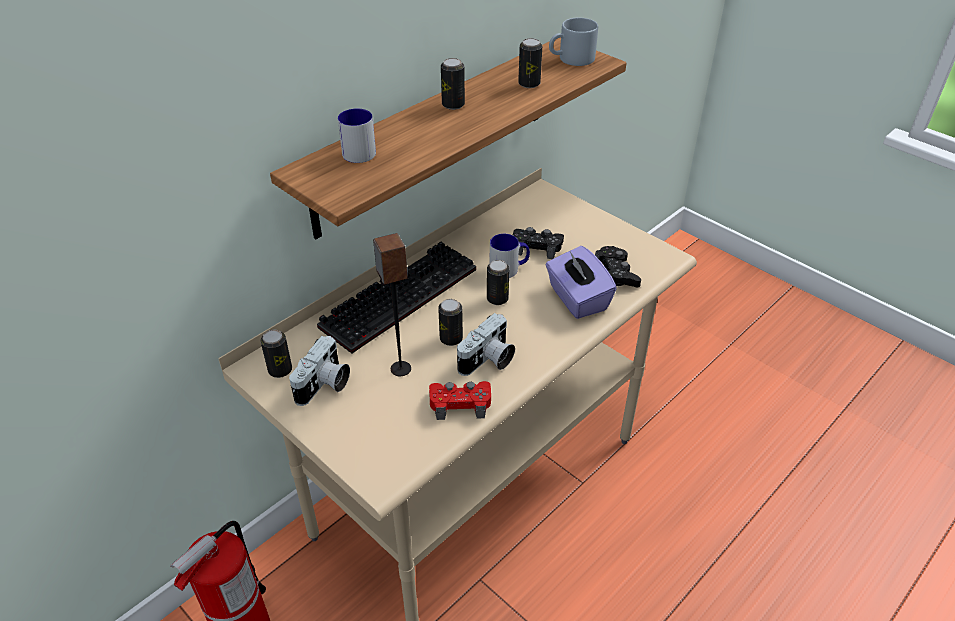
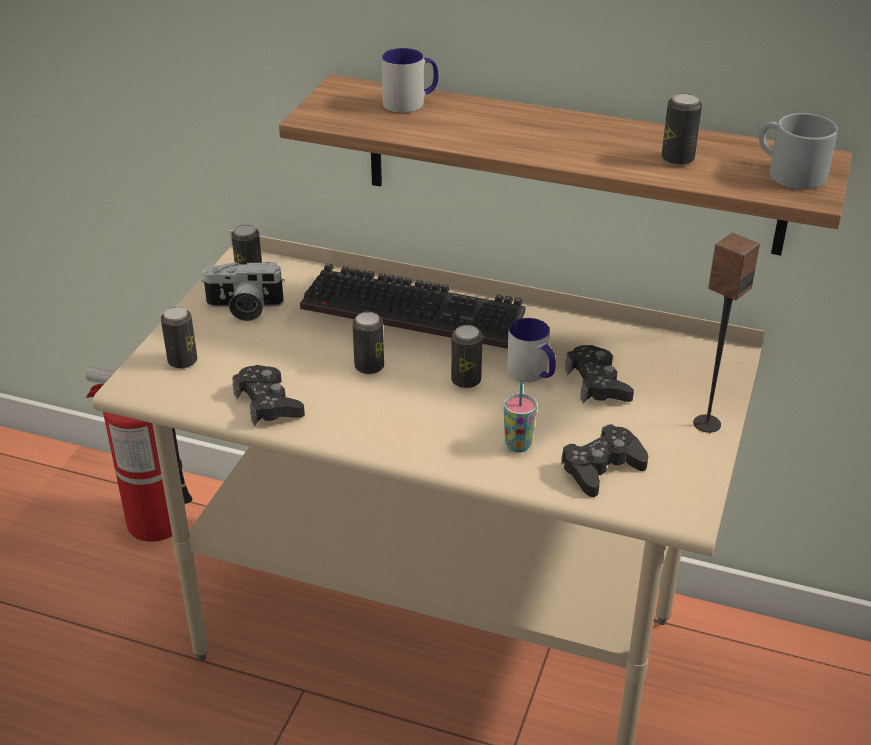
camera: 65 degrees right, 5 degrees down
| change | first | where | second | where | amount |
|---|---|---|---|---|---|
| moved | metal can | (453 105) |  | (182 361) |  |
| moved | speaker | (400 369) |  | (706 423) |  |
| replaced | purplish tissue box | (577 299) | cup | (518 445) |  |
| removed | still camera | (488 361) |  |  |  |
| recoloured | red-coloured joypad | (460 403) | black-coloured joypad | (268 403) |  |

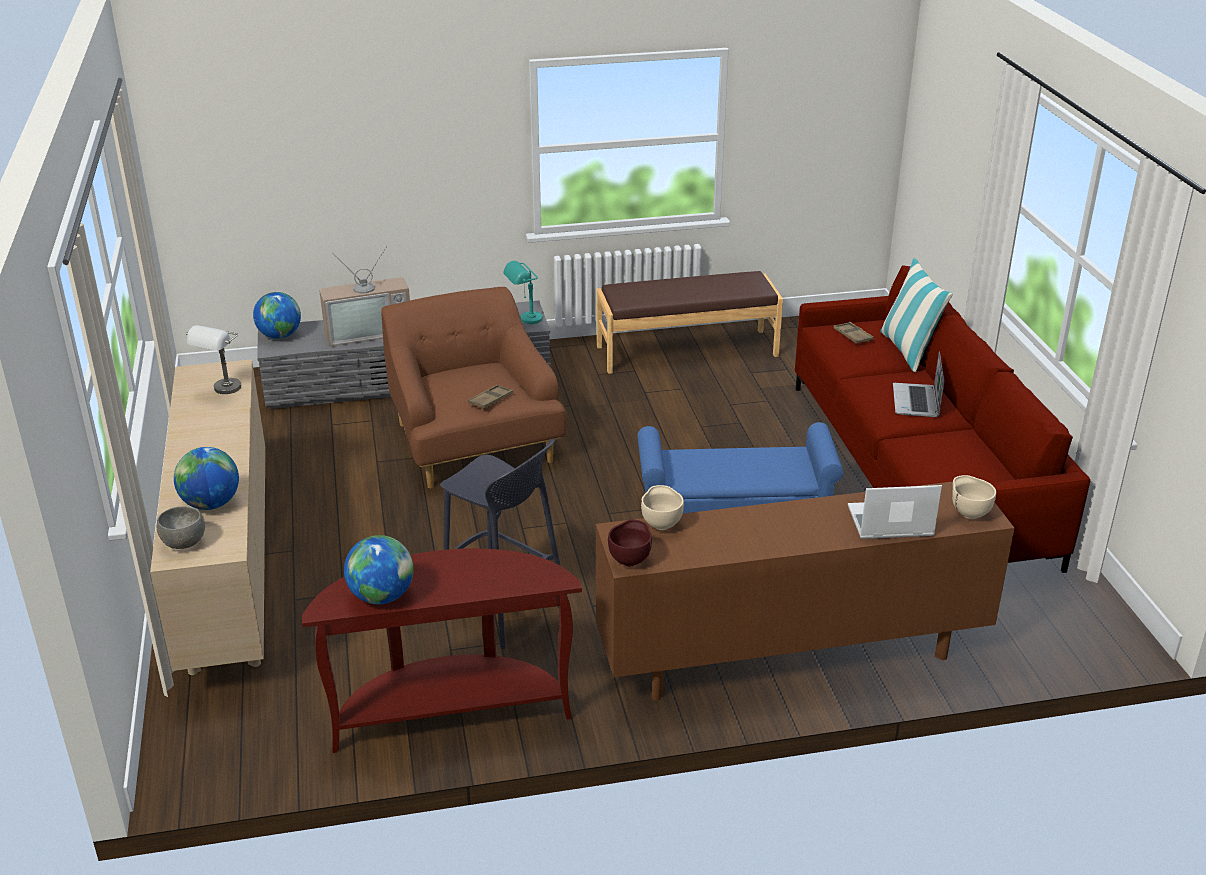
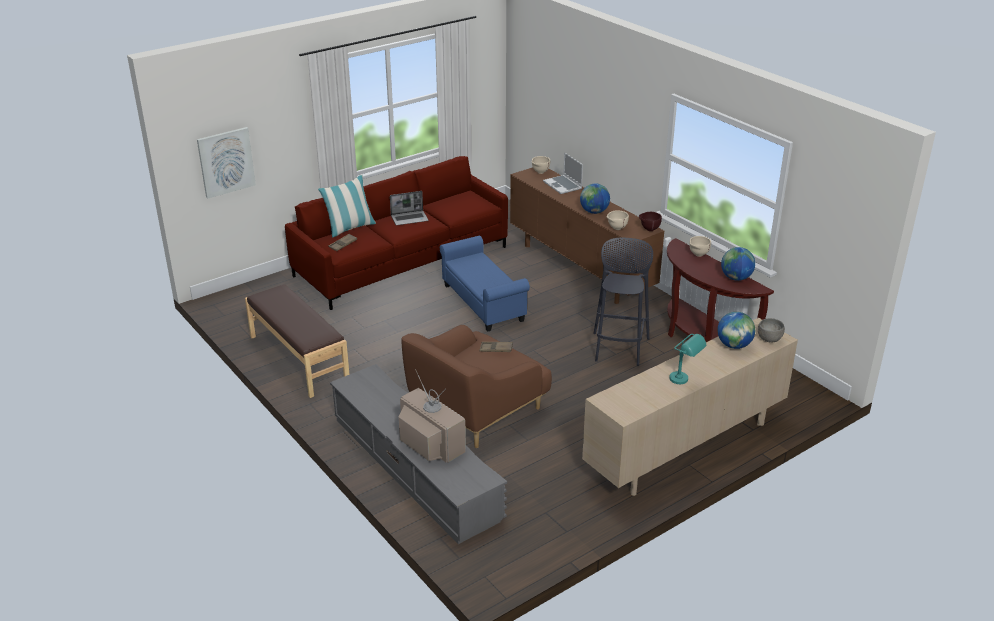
camera: 115 degrees left, 0 degrees up
| change | first | where | second | where | amount |
|---|---|---|---|---|---|
| moved | turquoise-coloured tabletop lamp | (524 321) |  | (684 381) |  |
| moved | desk globe | (280 336) |  | (594 212) |  |
| removed | grey tabletop lamp | (223 392) |  |  |  |
| added |  |  | wall picture | (226 162) |  |
| added |  |  | beige deep dish | (698 255) |  |

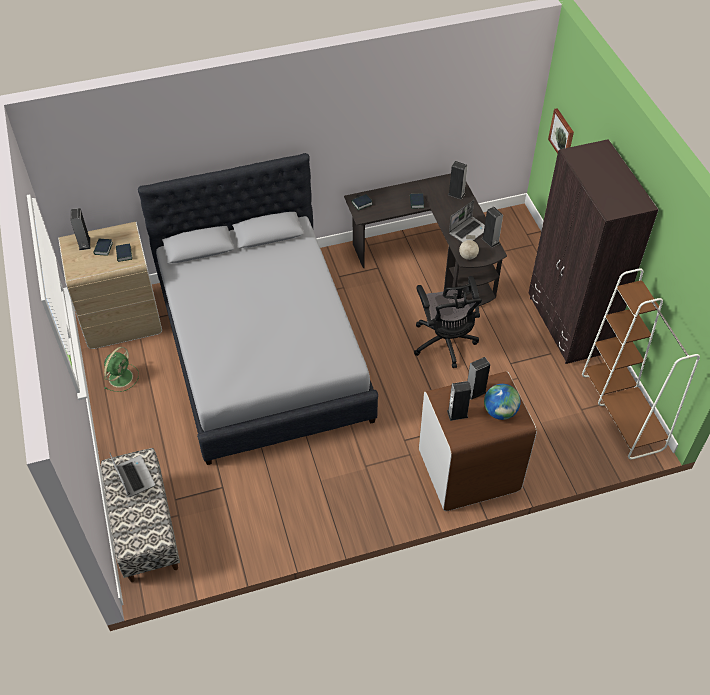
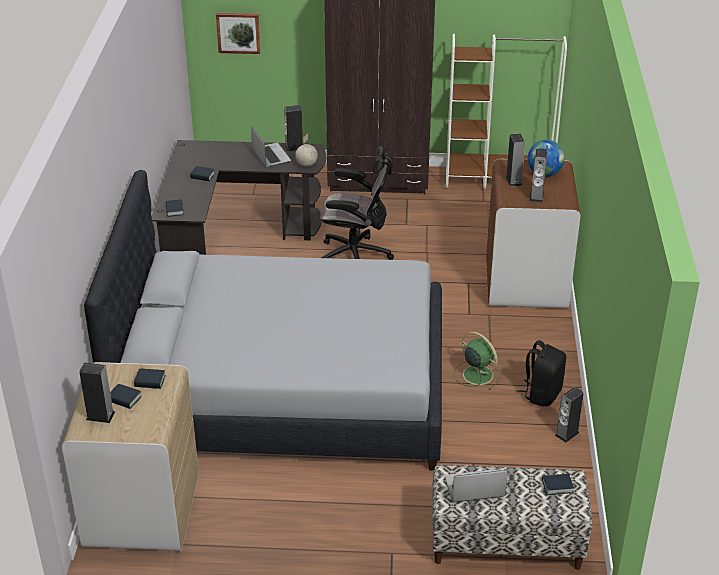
camera: 70 degrees left, 15 degrees down
| change | first | where | second | where | amount |
|---|---|---|---|---|---|
| moved | speaker | (456 194) |  | (567 434) |  |
| moved | green-coloured fan | (121 377) |  | (476 374) |  |
| added |  |  | black-coloured knapsack | (542 394) |  |
| added |  |  | volume | (557 486) |  |

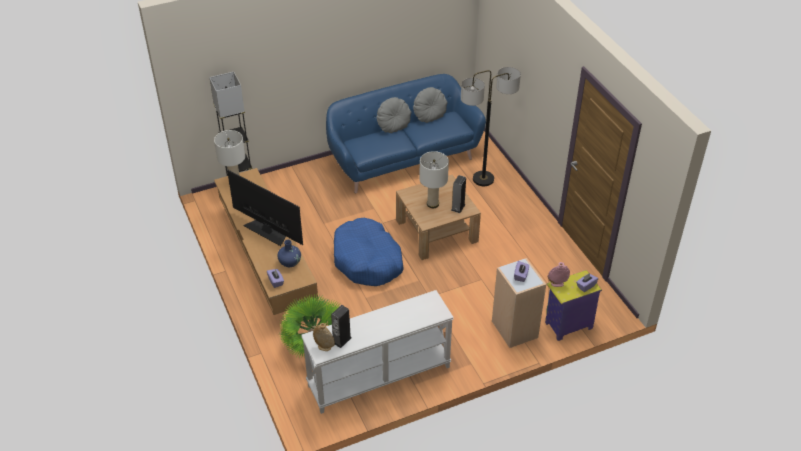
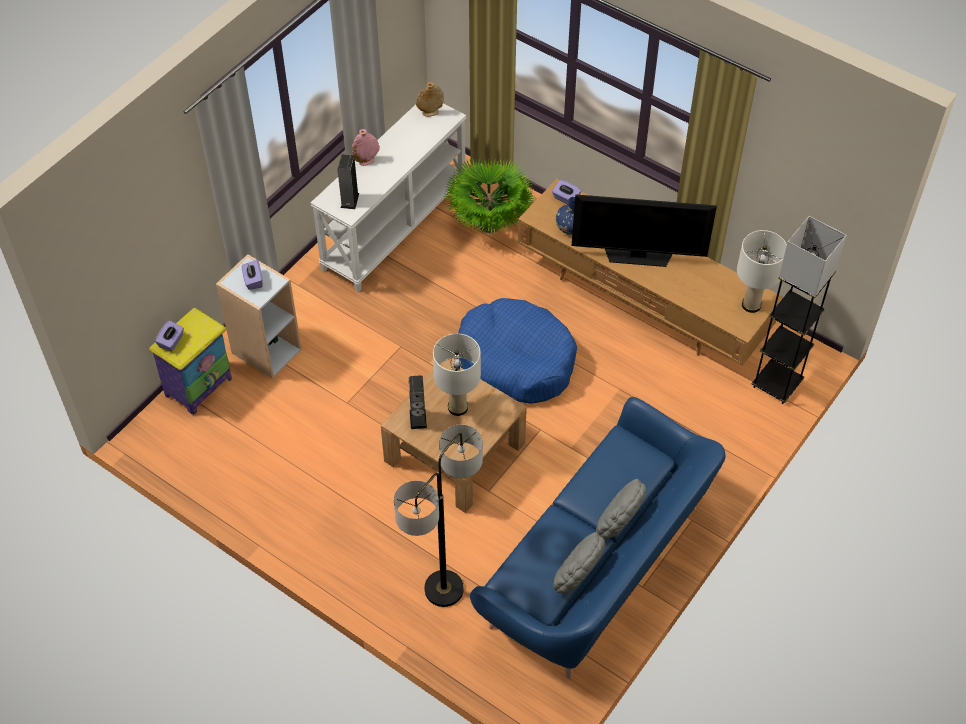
camera: 150 degrees right, 10 degrees up
| change | first | where | second | where | amount |
|---|---|---|---|---|---|
| moved | pinkish vase | (557 284) |  | (366 161) |  |
| moved | speaker | (341 340) |  | (349 200) |  |

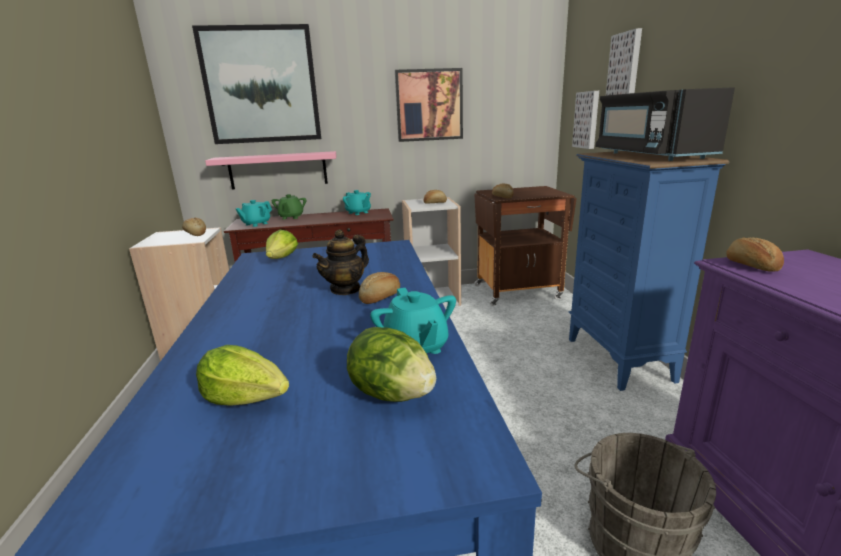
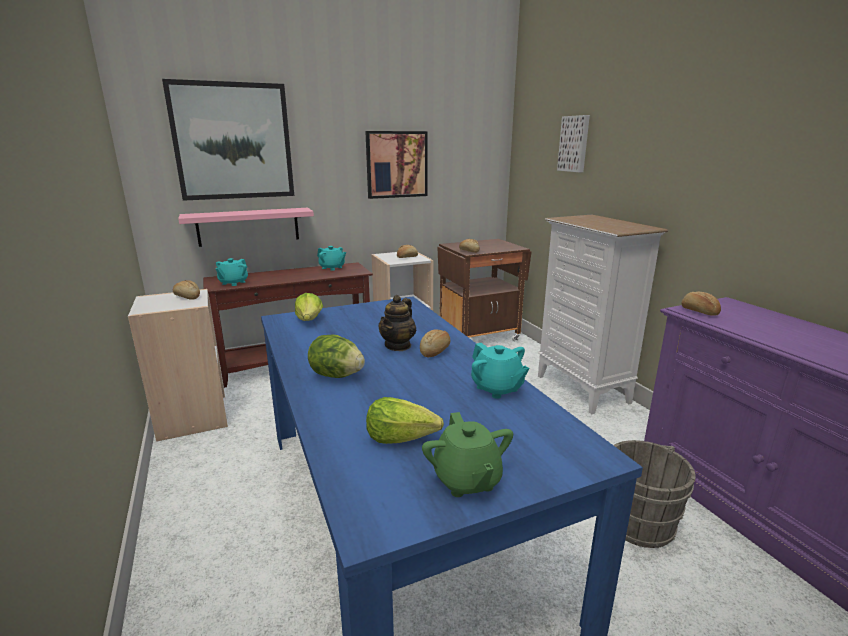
camera: 15 degrees left, 0 degrees up
| change | first | where | second | where | amount |
|---|---|---|---|---|---|
| removed | black-coloured microwave | (650 155) |  |  |  |
| removed | wall picture | (587 120) |  |  |  |
| recoloured | blue-coloured drawer chest | (618 360) | white-coloured drawer chest | (582 390) |  |
| moved | green-coloured pot for tea | (291 217) |  | (466 480) |  |
| moved | head of lettuce | (392 394) |  | (336 375) |  |

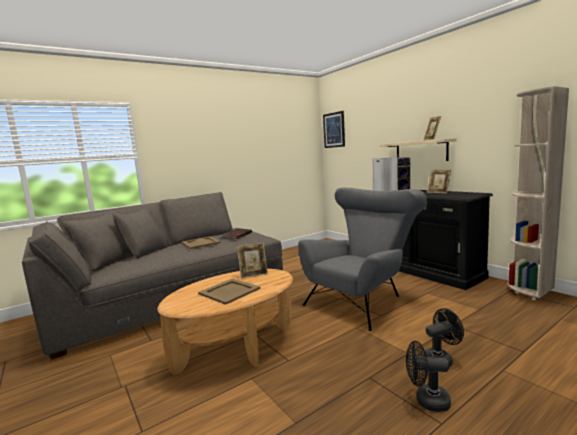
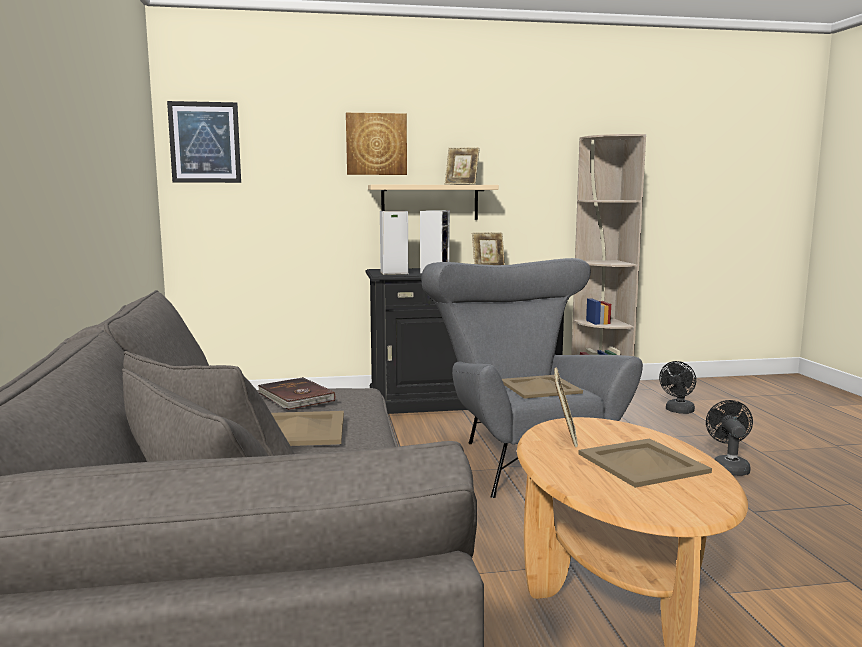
camera: 65 degrees left, 0 degrees up
| change | first | where | second | where | amount |
|---|---|---|---|---|---|
| moved | black-coloured fan | (426 400) |  | (678 411) |  |
| added |  |  | wall picture | (376 144) |  |
| added |  |  | beige serving tray | (539 387) |  |

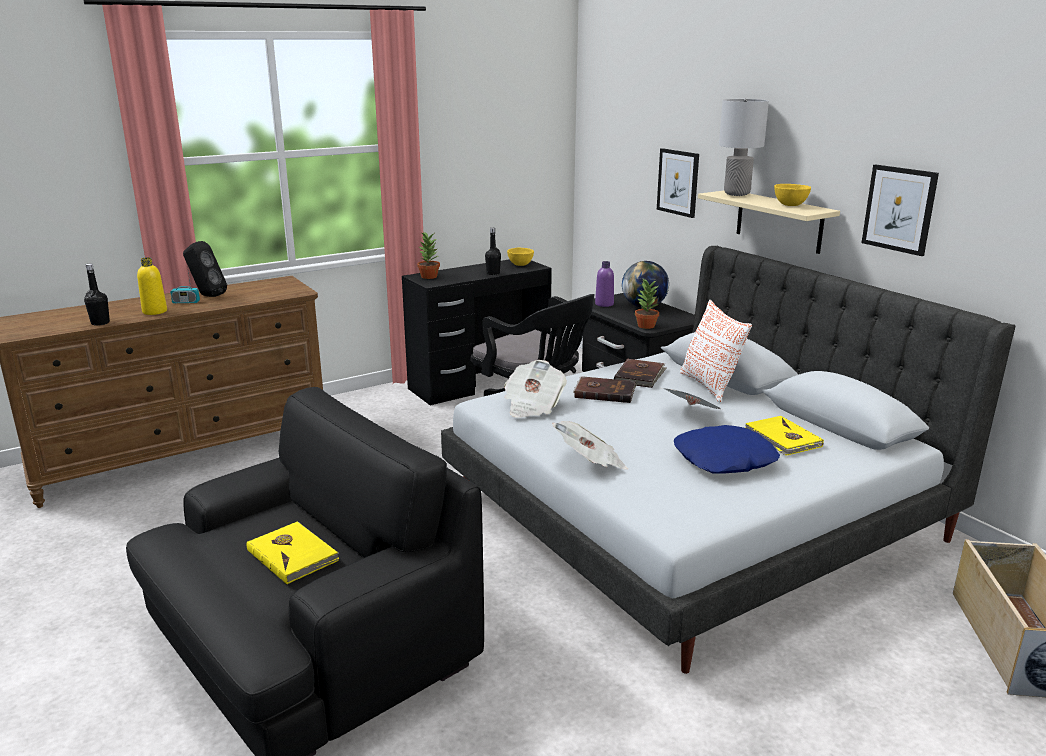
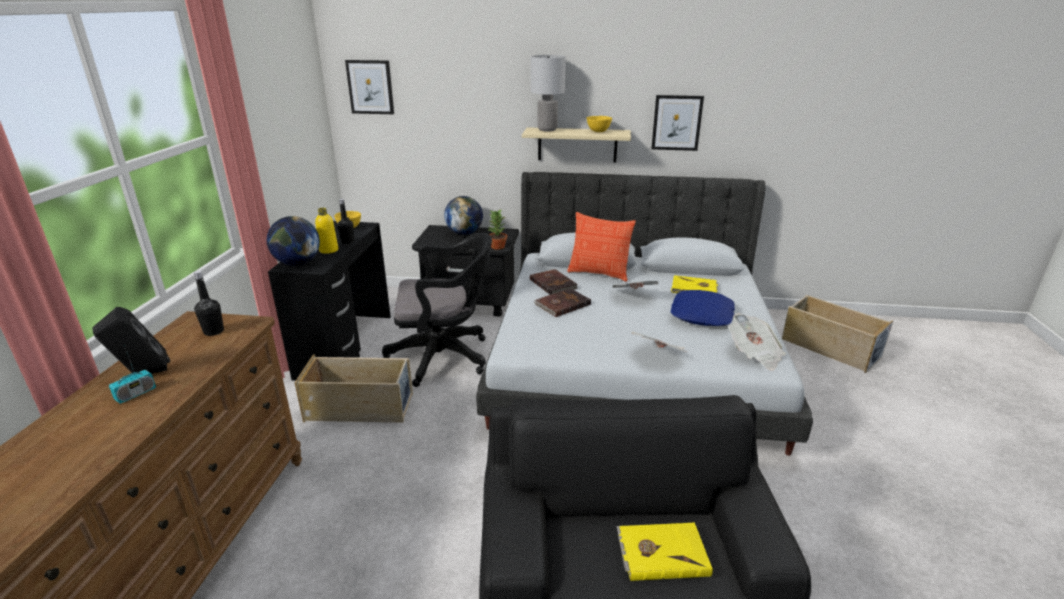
camera: 50 degrees left, 5 degrees up
| change | first | where | second | where | amount |
|---|---|---|---|---|---|
| moved | wall picture | (678 182) |  | (370 87) |  |
| replaced | houseplant | (428 276) | desk globe | (297 263) |  |
| moved | yellowish drink bottle | (155 311) |  | (328 250) |  |
| removed | purplish drink bottle | (604 304) |  |  |  |
| moved | black-coloured drink bottle | (100 323) |  | (214 331) |  |
| recoloured | white-coloured pillow | (710 386) | orangey pillow | (599 273) |  |
| moved | daily paper | (532 406) |  | (754 354) |  |
| added |  |  | beige storage bin | (361 407) |  |

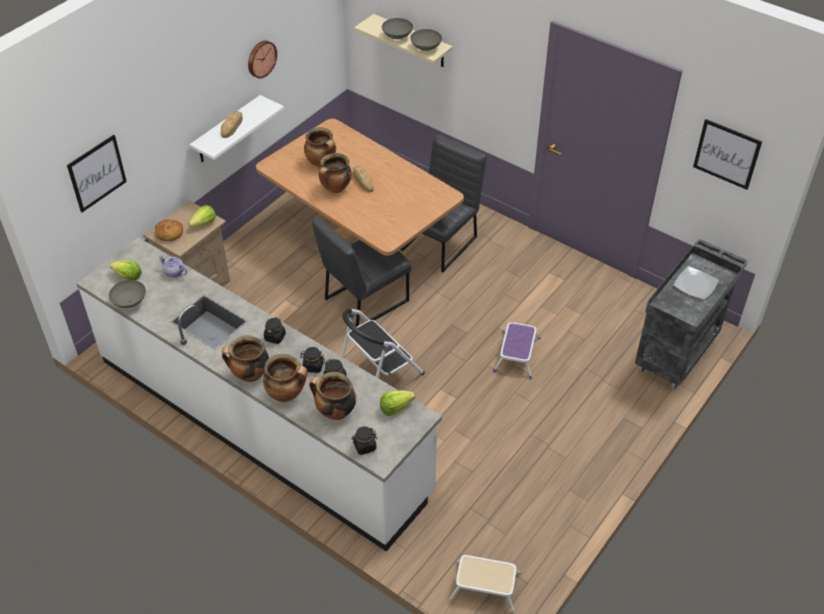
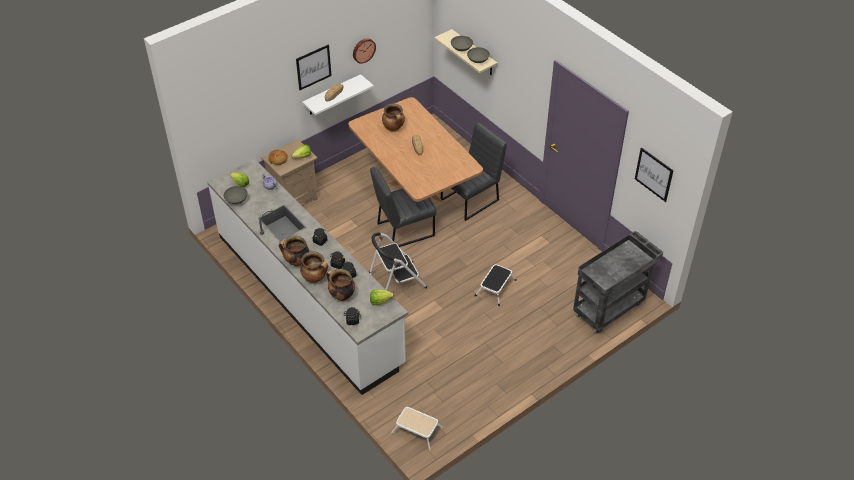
camera: 15 degrees right, 0 degrees up
| change | first | where | second | where | amount |
|---|---|---|---|---|---|
| moved | wall picture | (97 173) |  | (313 67) |  |
| removed | stockpot | (335 189) |  |  |  |
| removed | dinner plate | (695 284) |  |  |  |
| recoloured | purplish step ladder | (517 354) | black-coloured step ladder | (496 288) |  |

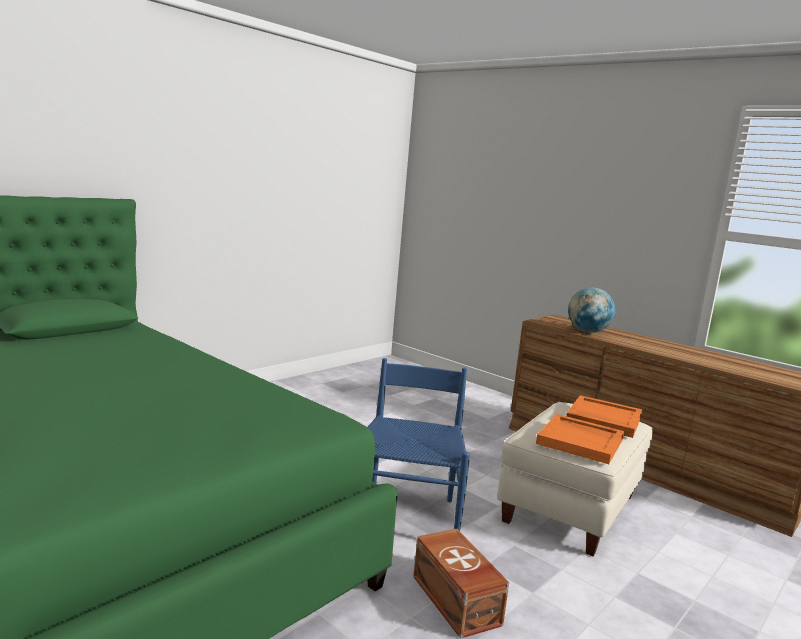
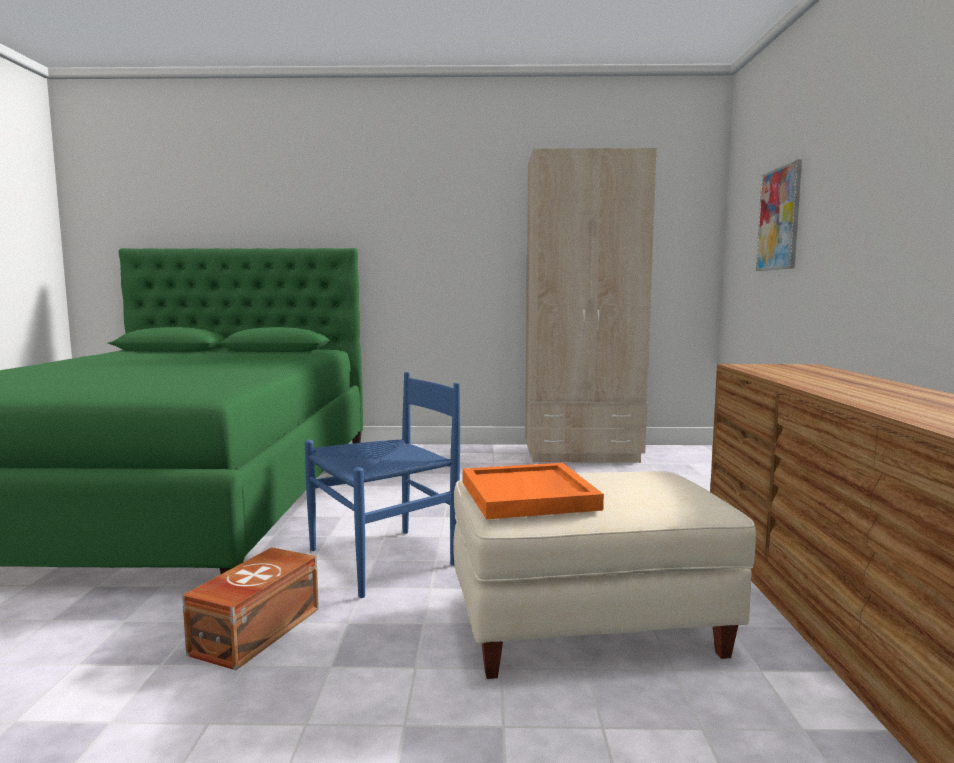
camera: 50 degrees right, 5 degrees down
| change | first | where | second | where | amount |
|---|---|---|---|---|---|
| removed | desk globe | (587 332) |  |  |  |
| removed | orangey serving tray | (603 419) |  |  |  |
| added |  |  | beige armoire | (582 454) |  |
| added |  |  | wall picture | (779 219) |  |

